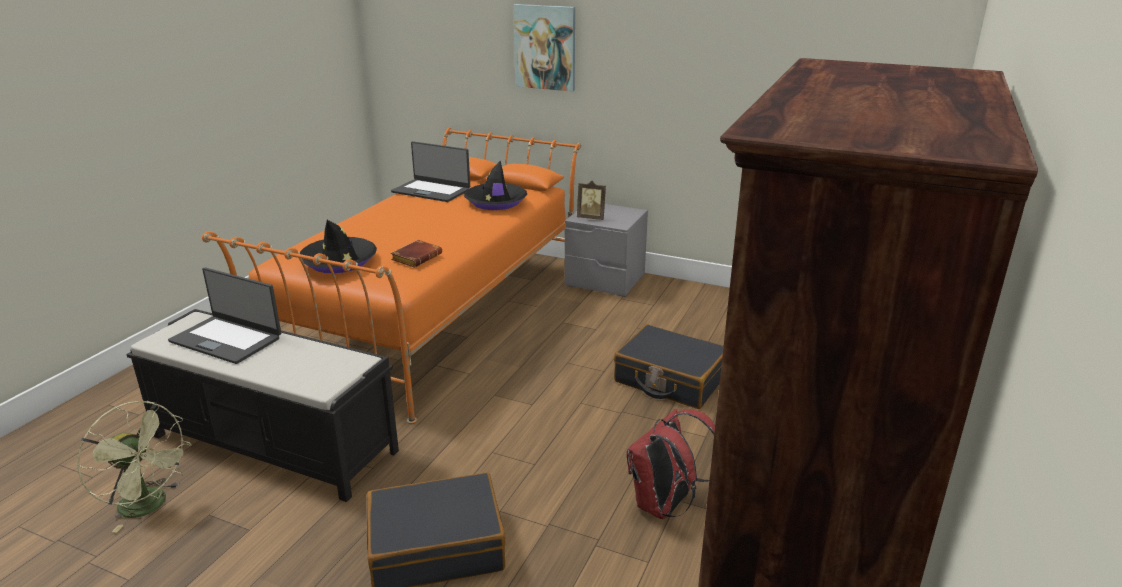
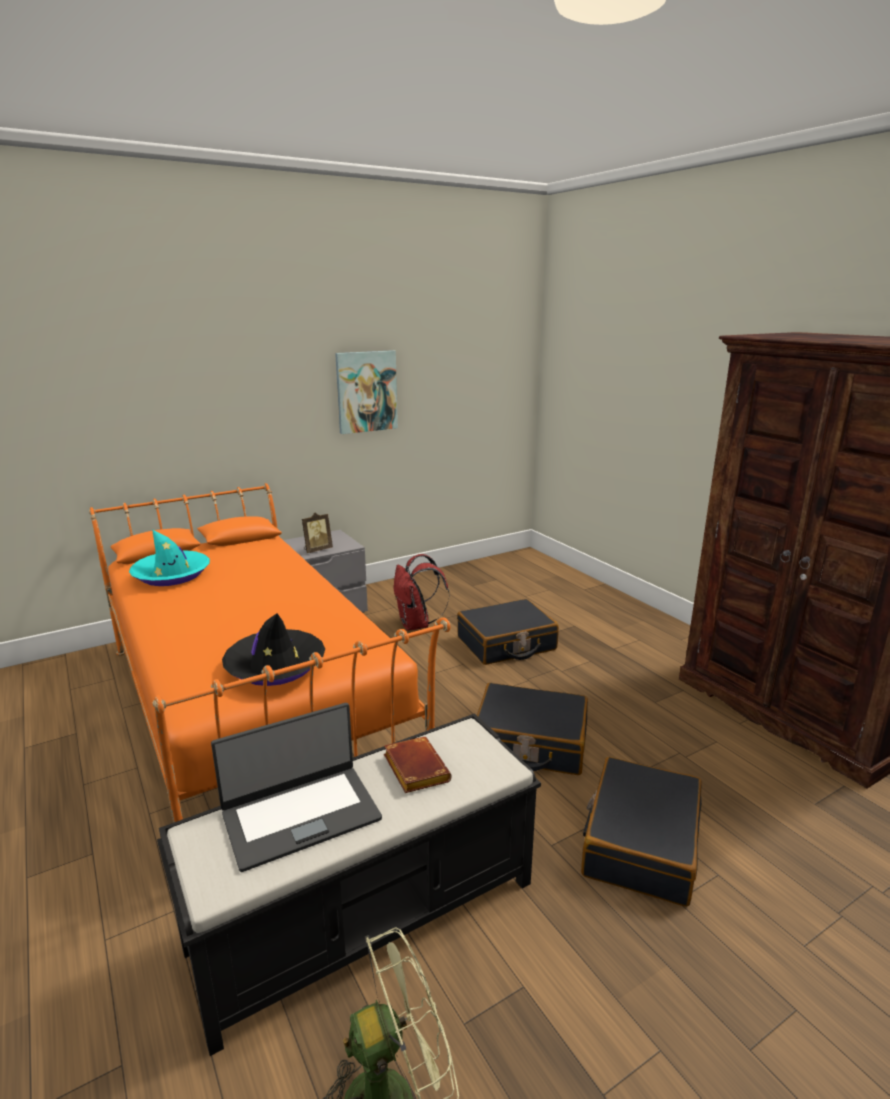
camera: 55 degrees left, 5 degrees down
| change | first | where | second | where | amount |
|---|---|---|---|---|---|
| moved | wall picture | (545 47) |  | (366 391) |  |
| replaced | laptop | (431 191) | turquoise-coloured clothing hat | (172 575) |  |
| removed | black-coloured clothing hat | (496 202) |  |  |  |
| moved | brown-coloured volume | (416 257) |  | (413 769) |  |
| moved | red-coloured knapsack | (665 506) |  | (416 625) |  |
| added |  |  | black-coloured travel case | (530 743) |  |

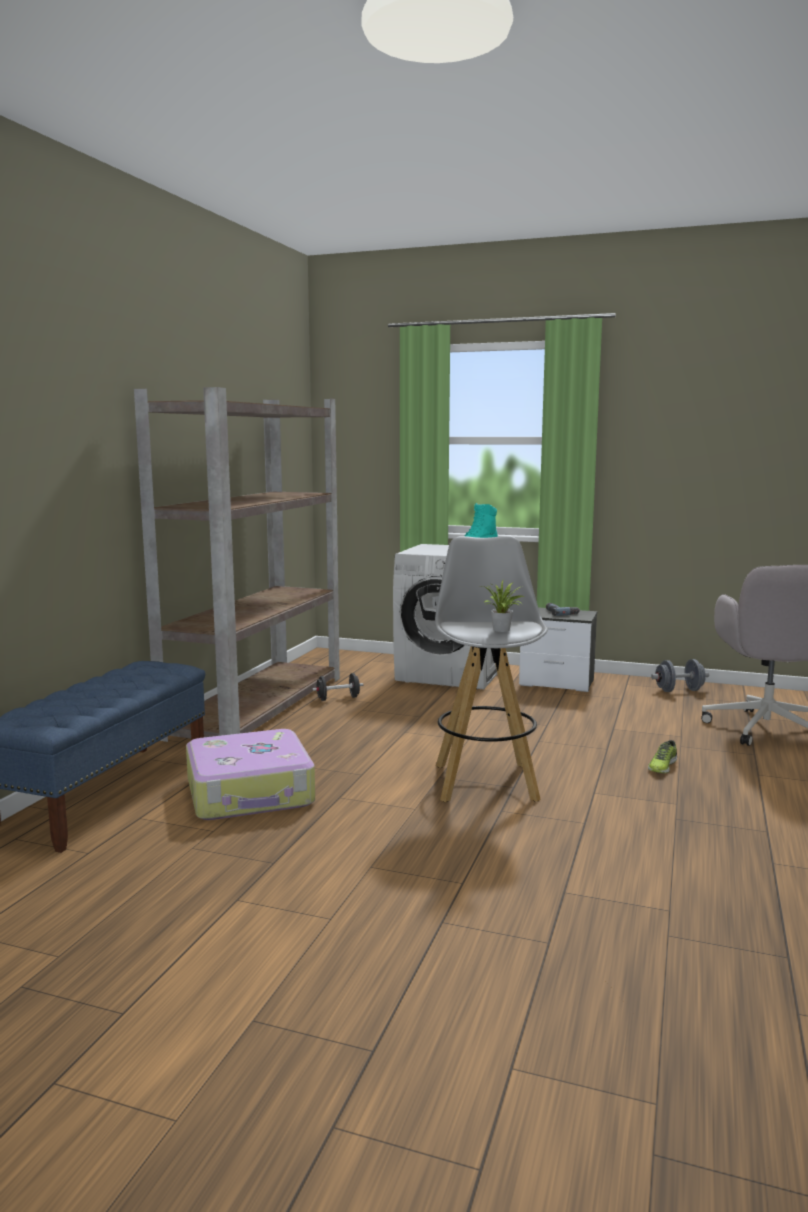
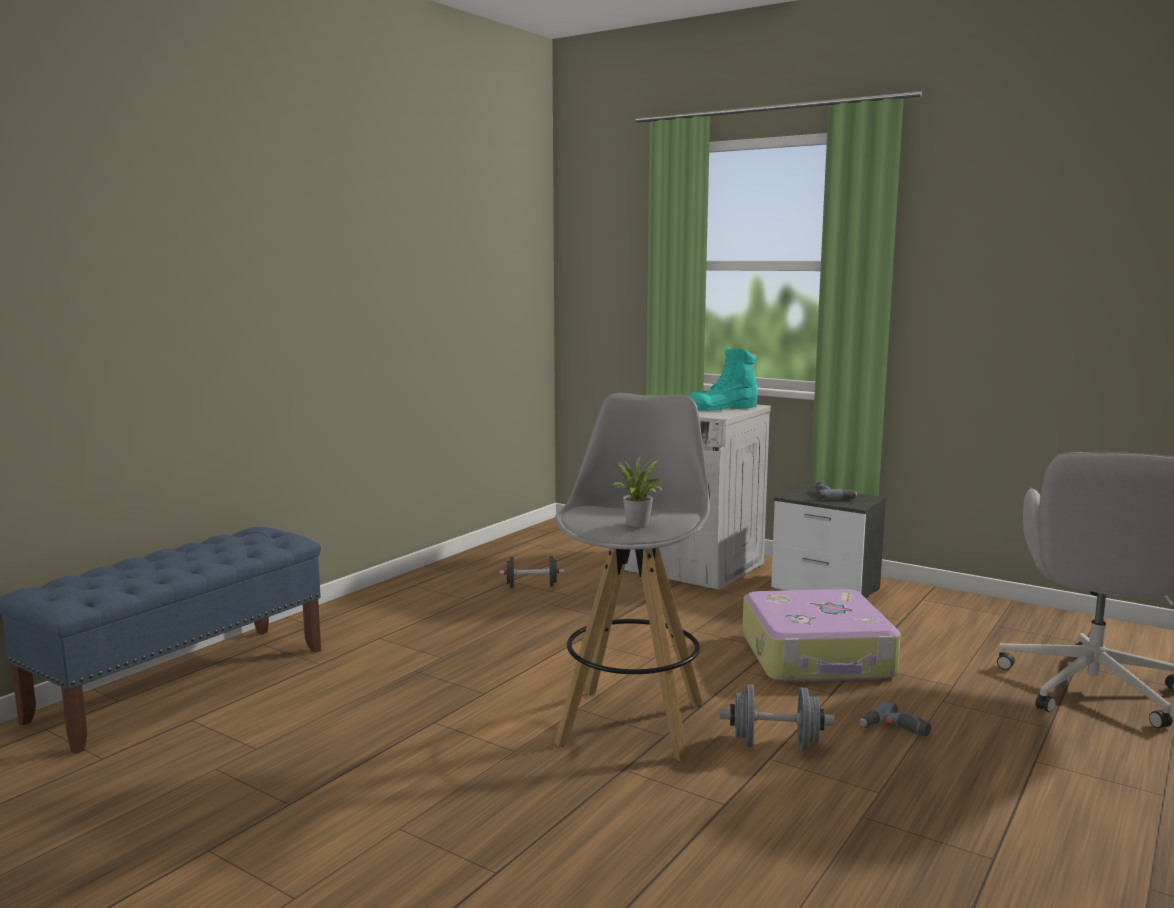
camera: 15 degrees right, 0 degrees up
| change | first | where | second | where | amount |
|---|---|---|---|---|---|
| removed | brown-coloured shelving unit | (258 706) |  |  |  |
| moved | grey hand weight | (679 690) |  | (775 745) |  |
| moved | travel case | (251 792) |  | (817 657) |  |
| replaced | shoe | (662 766) | electric drill | (894 729) |  |

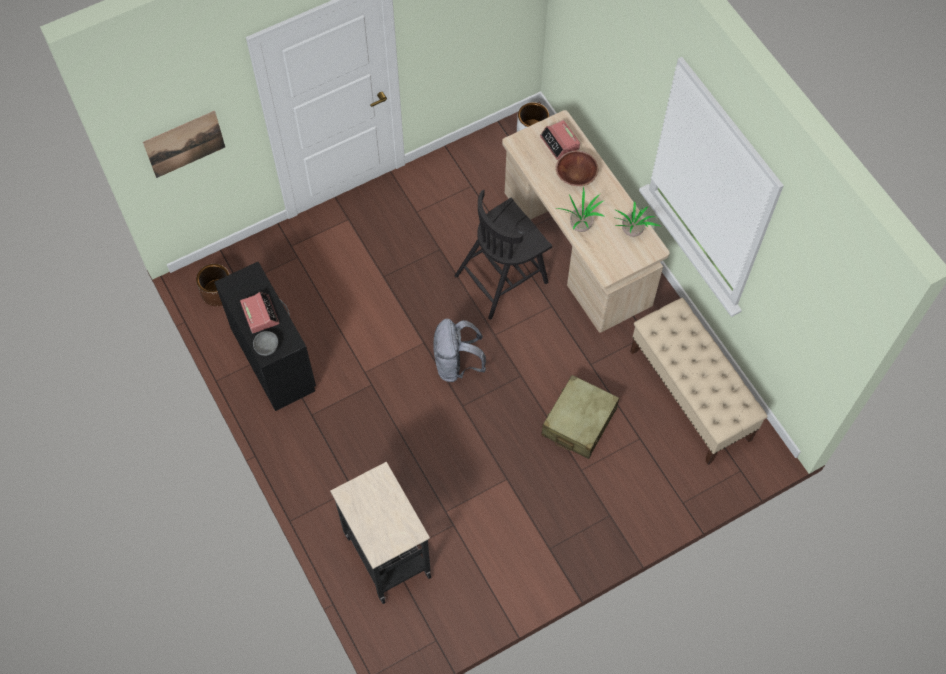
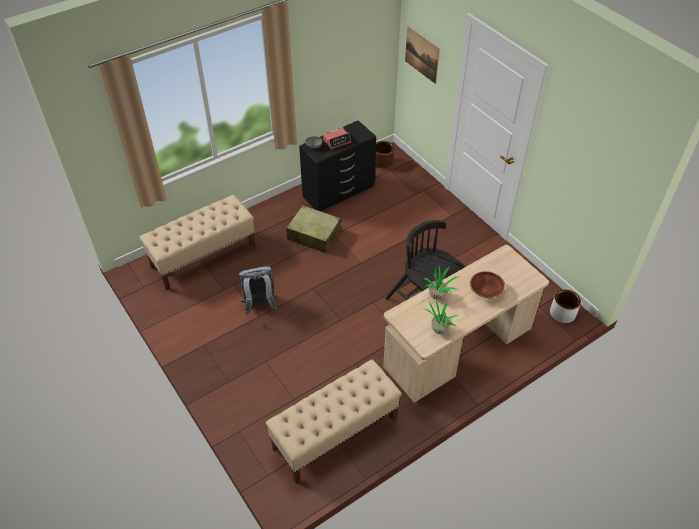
camera: 85 degrees right, 15 degrees down
| change | first | where | second | where | amount |
|---|---|---|---|---|---|
| removed | alarm clock | (560 143) |  |  |  |
| moved | grey knapsack | (457 365) |  | (260 305) |  |
| moved | beige travel case | (578 422) |  | (313 235) |  |
| replaced | cart | (386 554) | beige bench | (204 257) |  |

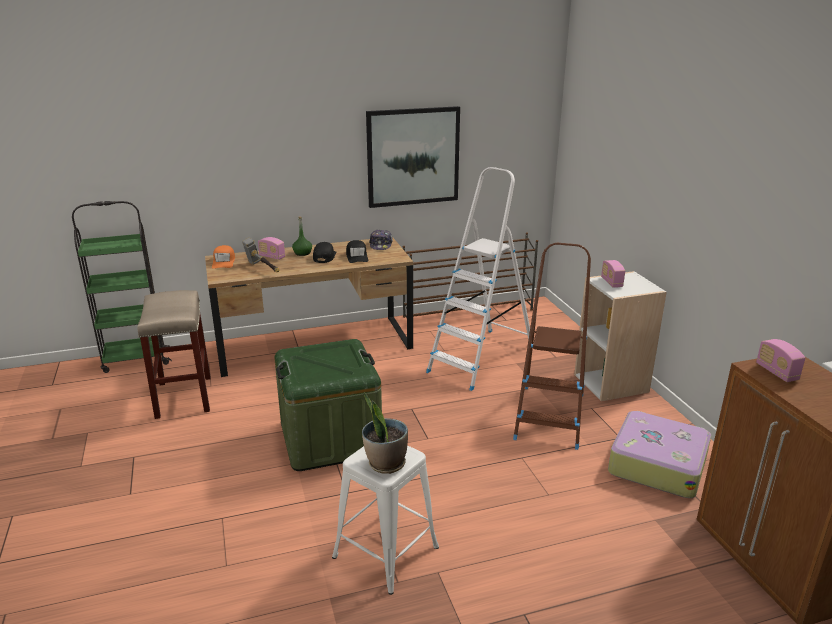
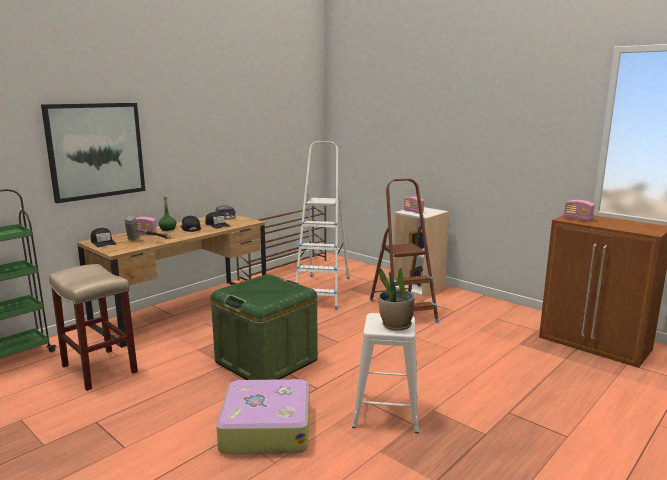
camera: 30 degrees left, 10 degrees down
| change | first | where | second | where | amount |
|---|---|---|---|---|---|
| moved | wall picture | (413 157) |  | (96 150) |  |
| recoloured | orangey baseball cap | (224 262) | black-coloured baseball cap | (103 242) |  |
| moved | travel case | (657 464) |  | (266 428) |  |

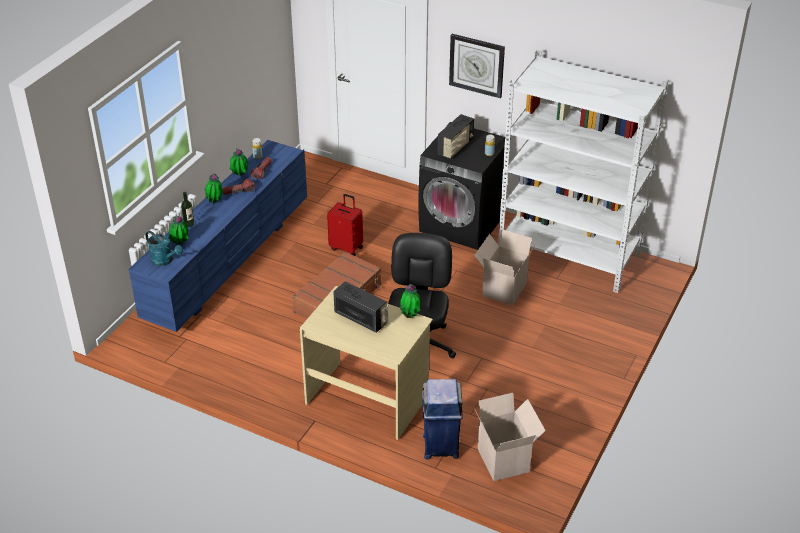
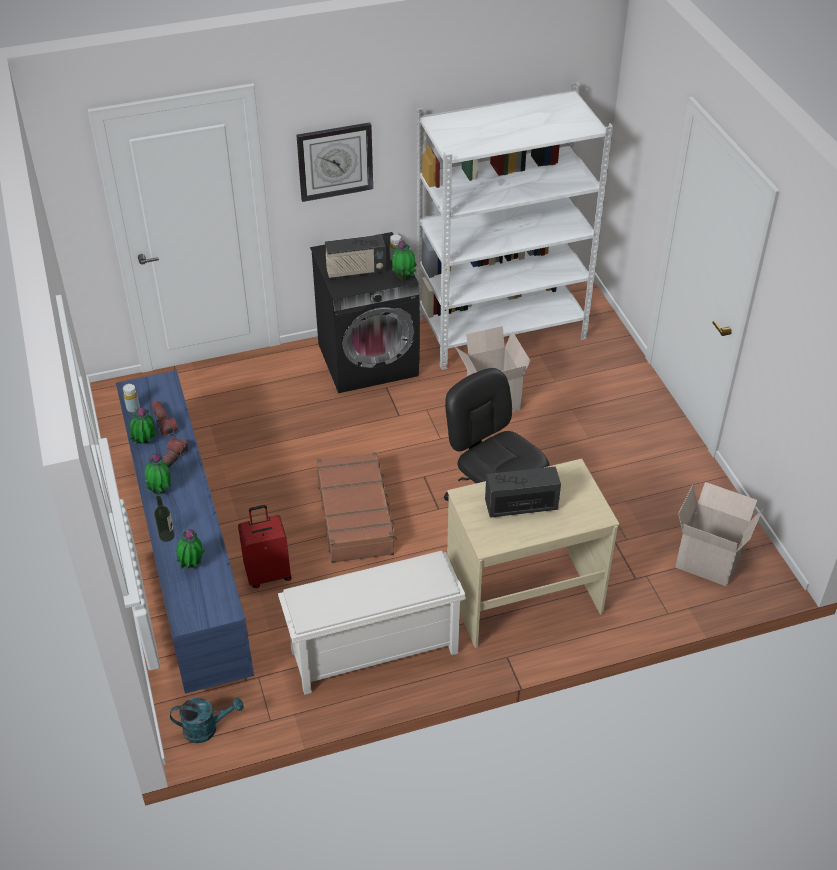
camera: 45 degrees left, 5 degrees up
| change | first | where | second | where | amount |
|---|---|---|---|---|---|
| turned | radio set | (455 148) |  | (356 271) | 90 degrees clockwise |
| moved | red-coloured travel case | (347 248) |  | (268 574) |  |
| moved | turquoise-coloured watering pot | (165 260) |  | (206 728) |  |
| moved | houseplant | (410 316) |  | (404 277) |  |
| removed | blue-coloured rubbish bin | (441 445) |  |  |  |
| added |  |  | white-coloured shoe rack | (373 653) |  |

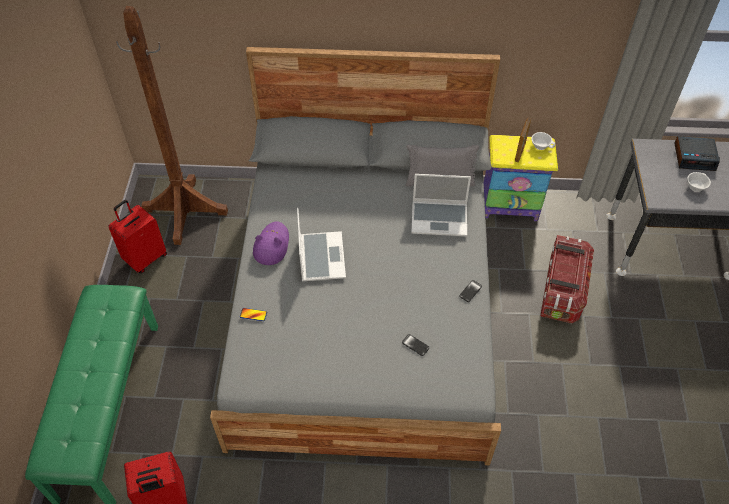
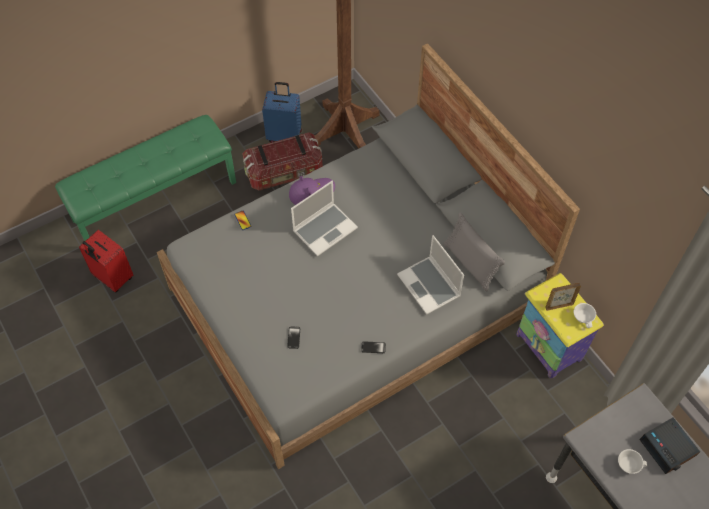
camera: 55 degrees right, 5 degrees up
| change | first | where | second | where | amount |
|---|---|---|---|---|---|
| recoloured | red-coloured travel case | (145 258) | blue-coloured travel case | (285 135) |  |
| moved | storage bin | (562 289) |  | (284 172) |  |

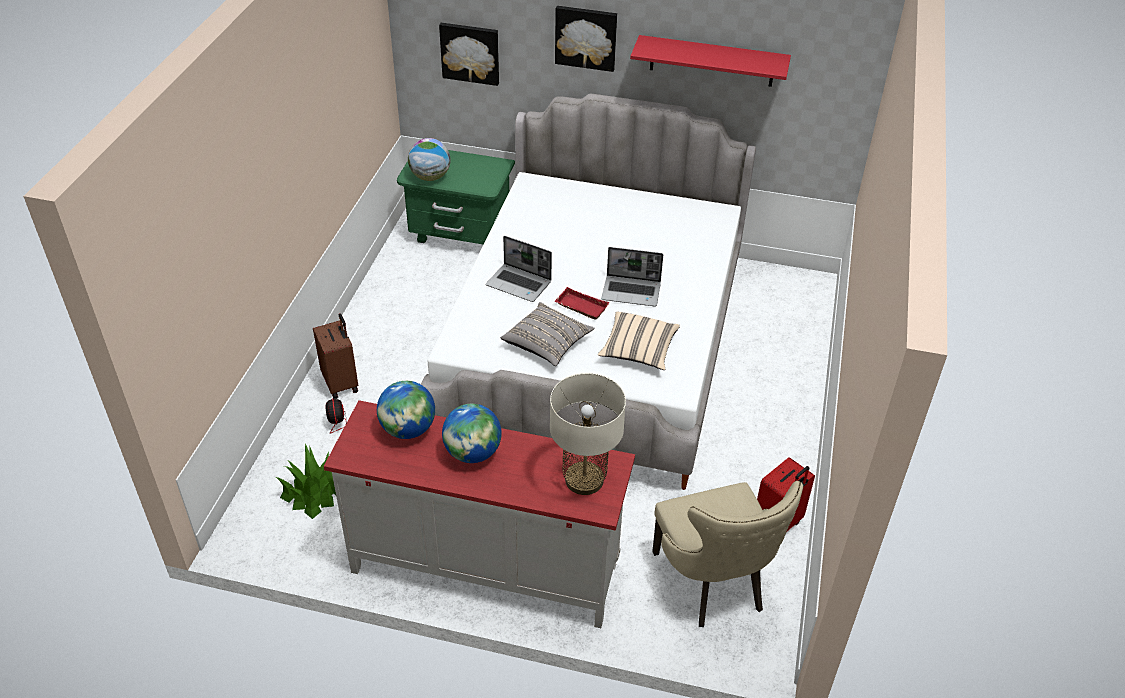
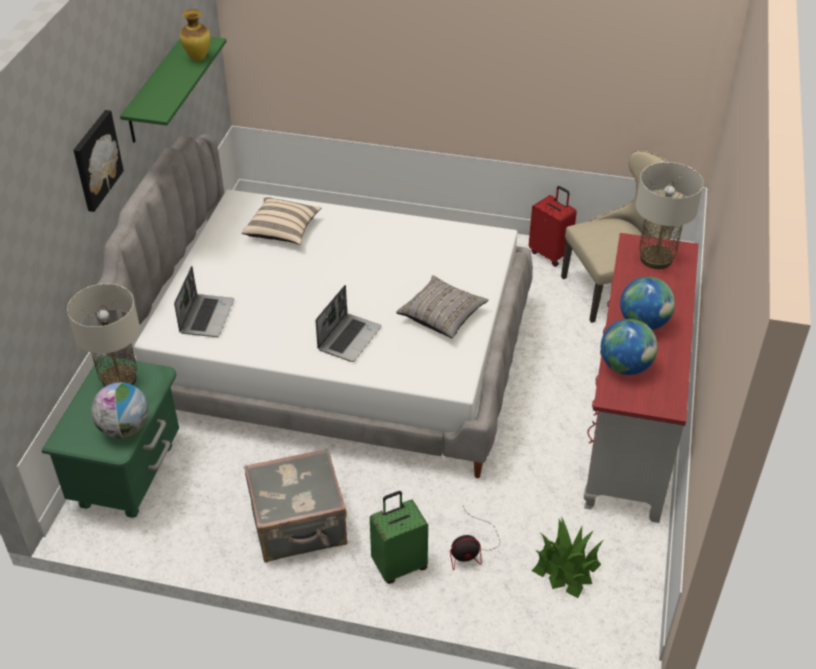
camera: 90 degrees left, 0 degrees up
| change | first | where | second | where | amount |
|---|---|---|---|---|---|
| removed | wall picture | (470 53) |  |  |  |
| recoloured | red-coloured wall shelf | (712 61) | green-coloured wall shelf | (156 89) |  |
| moved | laptop | (632 291) |  | (206 316) |  |
| removed | red-coloured serving tray | (580 307) |  |  |  |
| moved | beige pillow | (638 350) |  | (282 230) |  |
| recoloured | brown-coloured travel case | (341 383) | green-coloured travel case | (399 565) |  |
| added |  |  | vase | (198 58) |  |
| added |  |  | tabletop lamp | (119 380) |  |
| added |  |  | grey travel case | (299 526) |  |

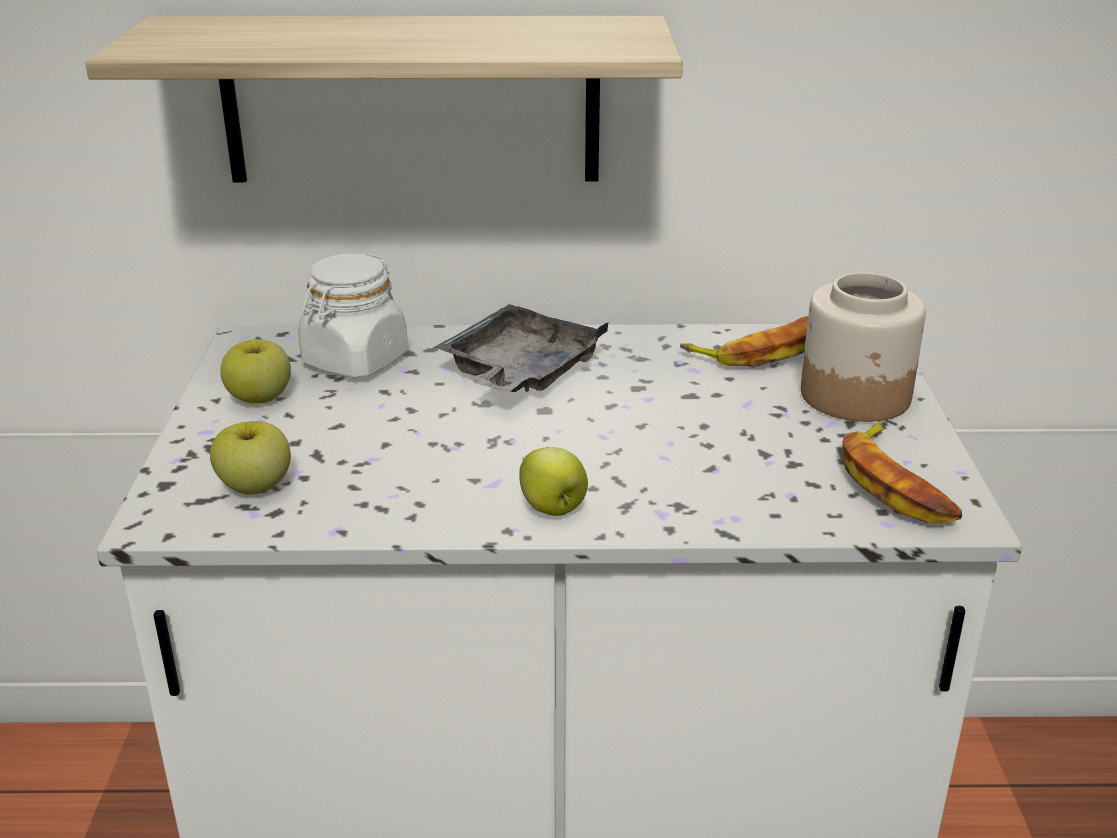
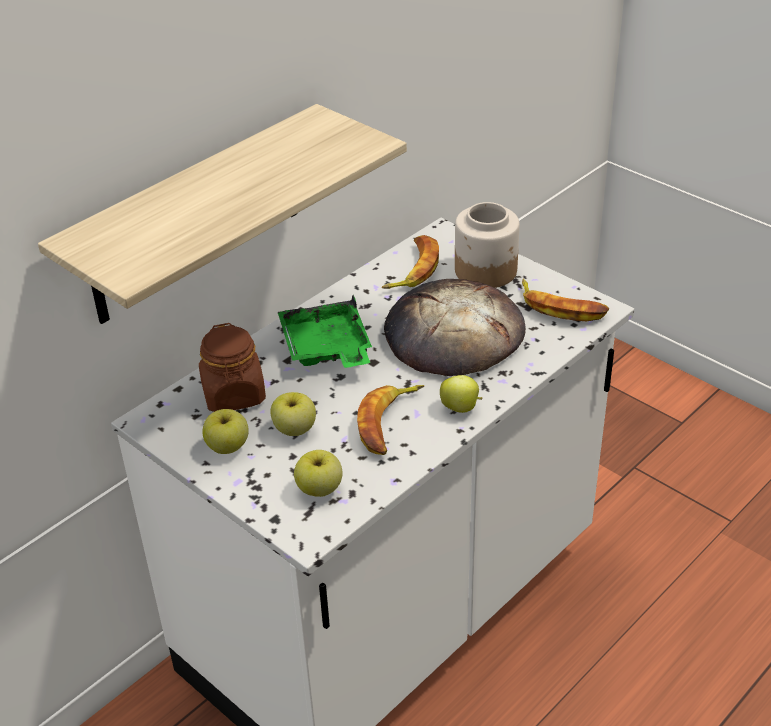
camera: 45 degrees left, 10 degrees up
| change | first | where | second | where | amount |
|---|---|---|---|---|---|
| recoloured | white-coloured jar | (355 361) | brown-coloured jar | (234 394) |  |
| recoloured | grey serving tray | (520 372) | green-coloured serving tray | (327 348) |  |
| added |  |  | baked bread | (453 334) |  |
| added |  |  | whole banana | (389 423) |  |
| added |  |  | apple fruit | (294 429) |  |

